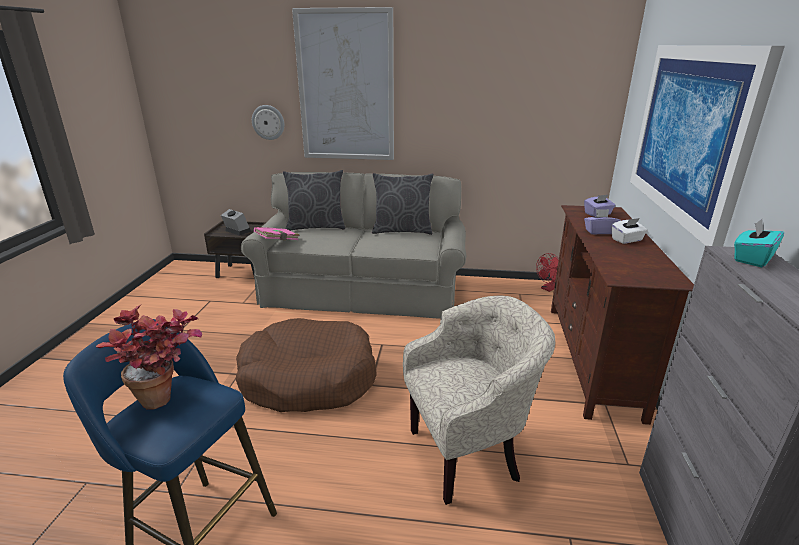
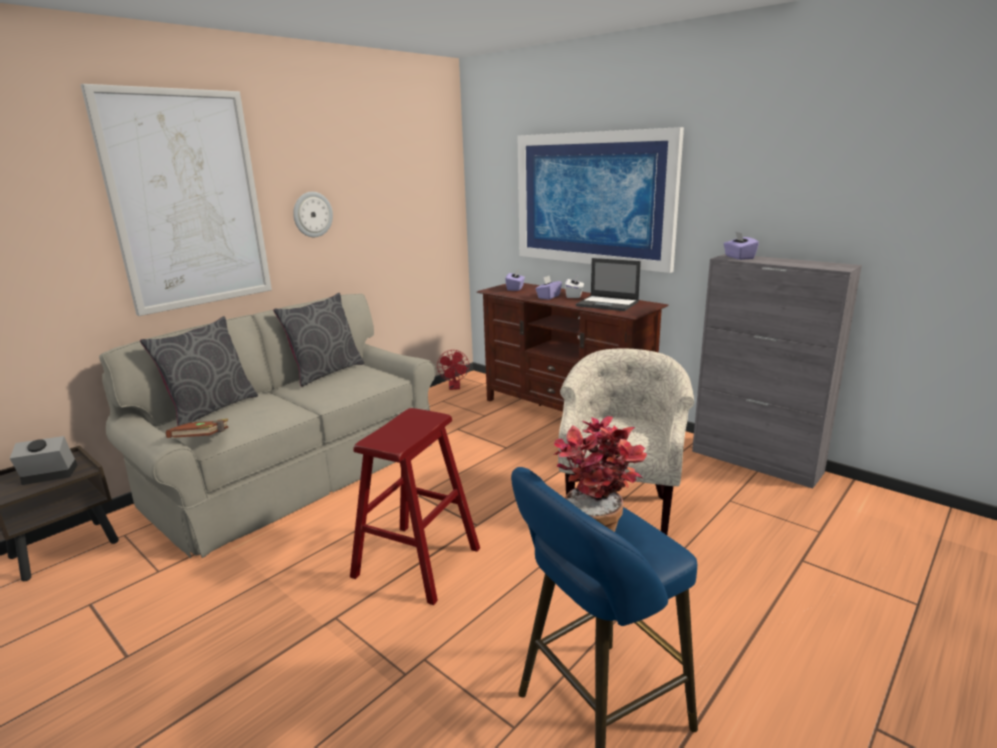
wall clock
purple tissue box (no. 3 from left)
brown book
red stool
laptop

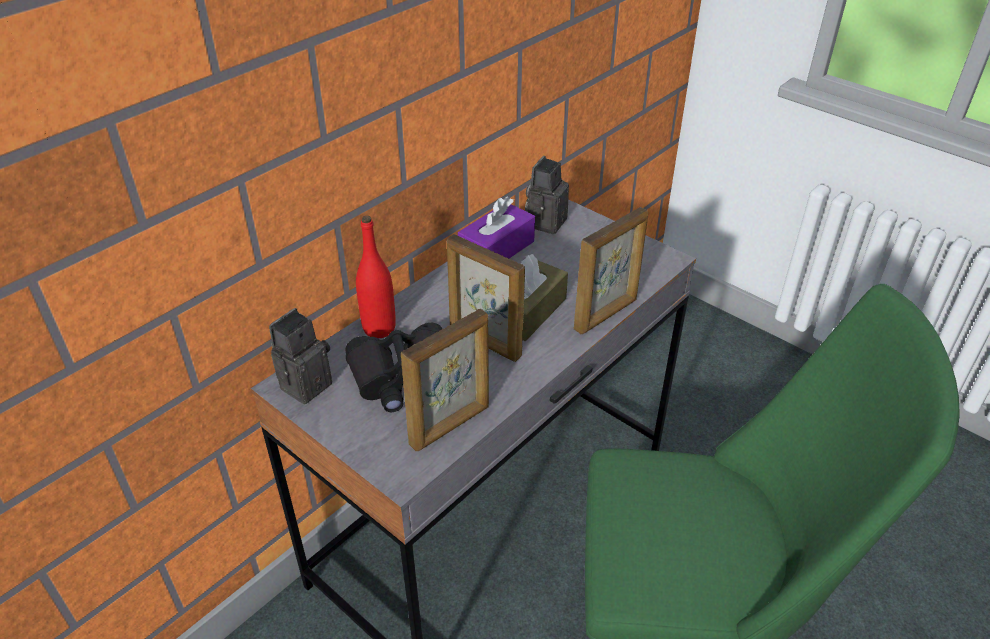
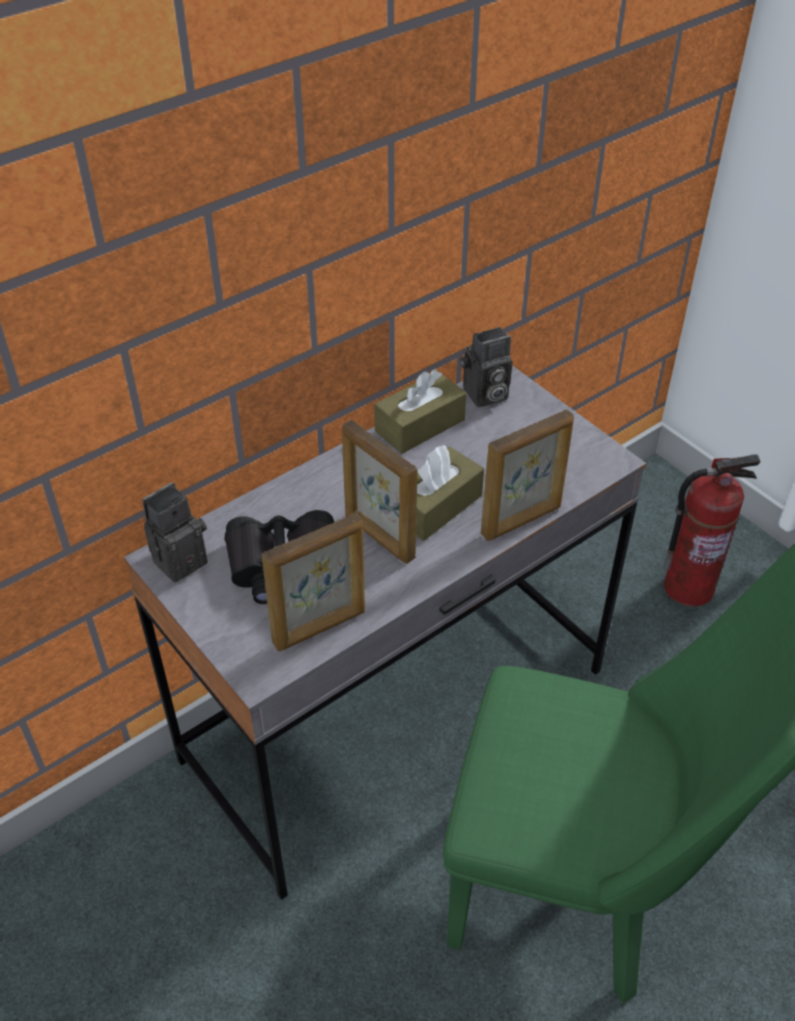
photo camera (no. 2 from left)
brown tissue box (no. 1 from left)
red bottle
fire extinguisher

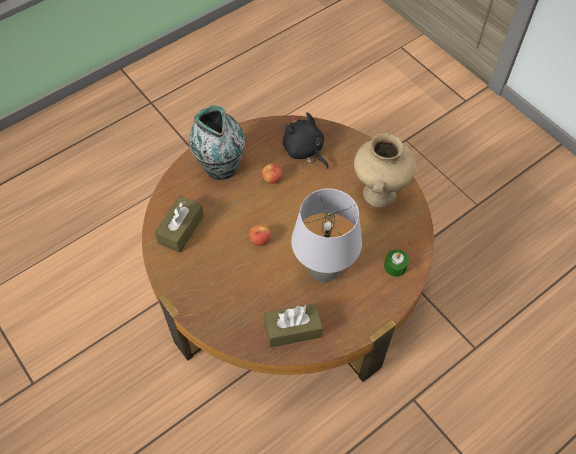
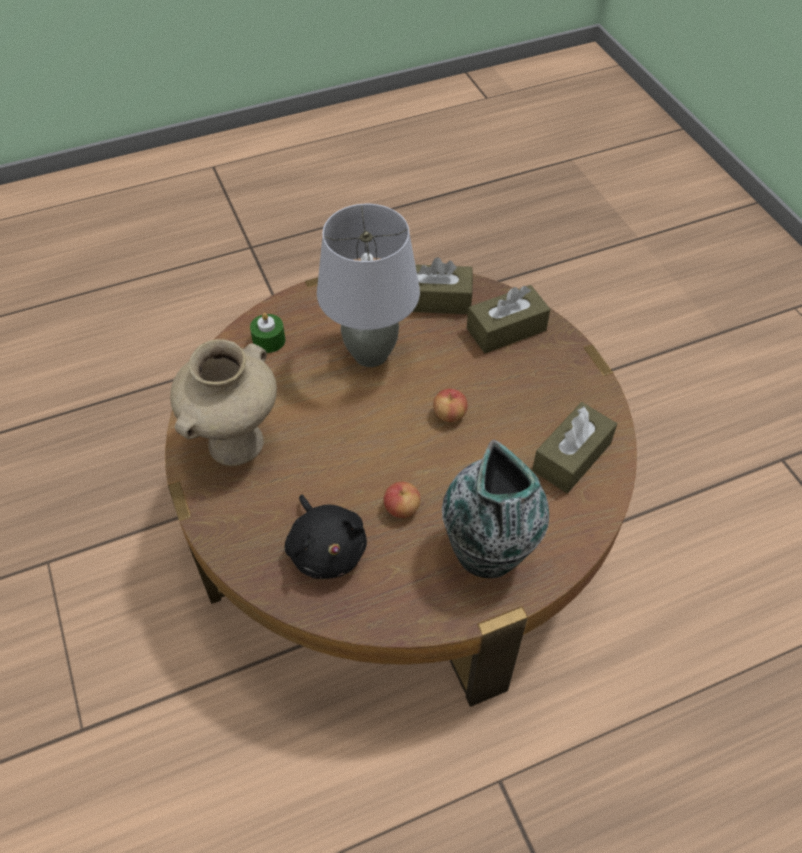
brown tissue box (no. 2 from left)

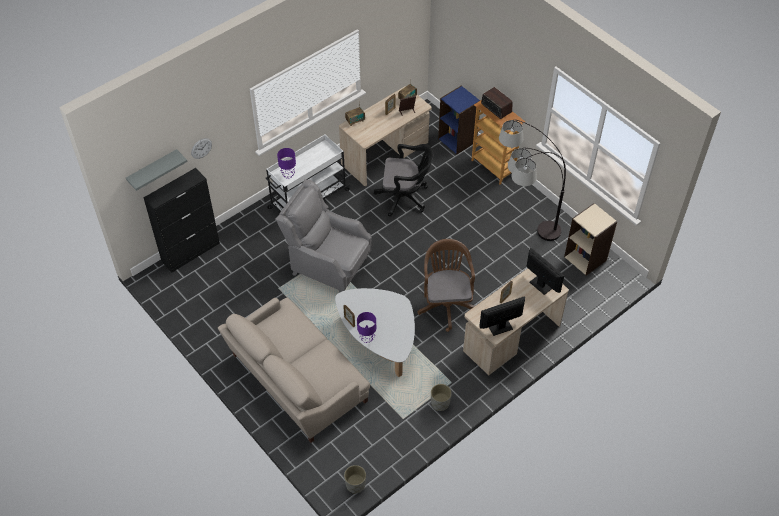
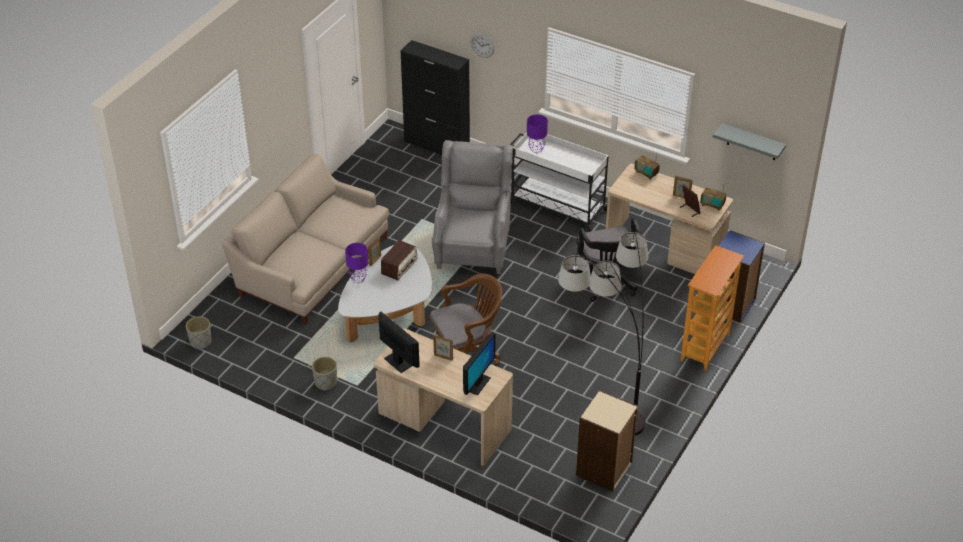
radio (no. 1 from left)
grey shelf

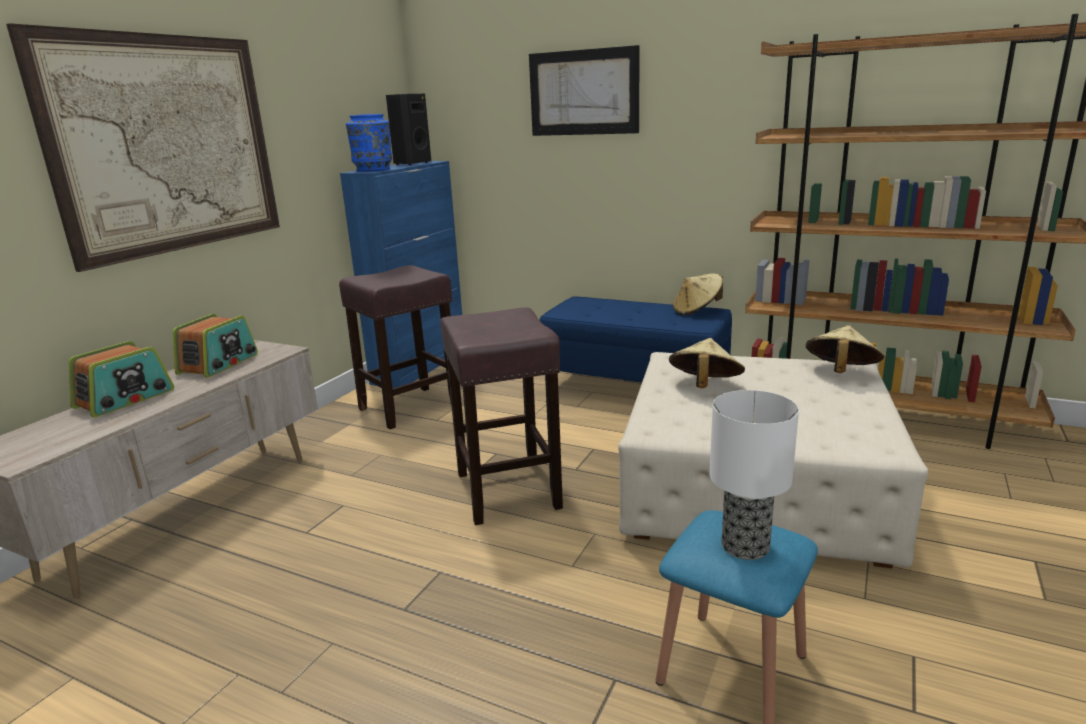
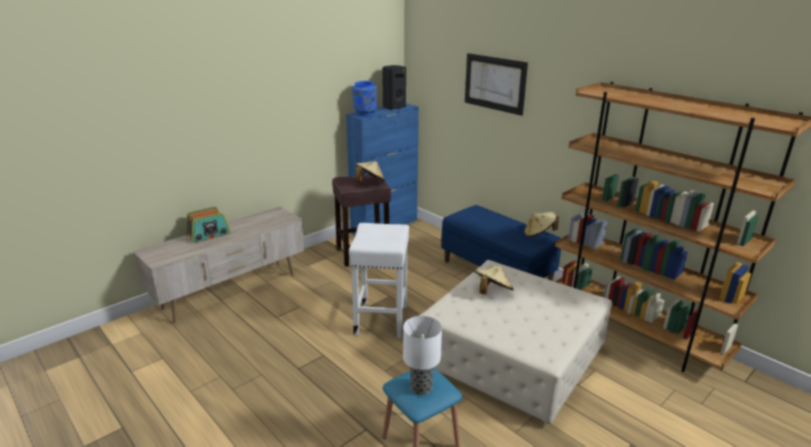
picture (no. 1 from left in the first image)
white stool
radio (no. 2 from left in the first image)
beige hat (no. 1 from left)

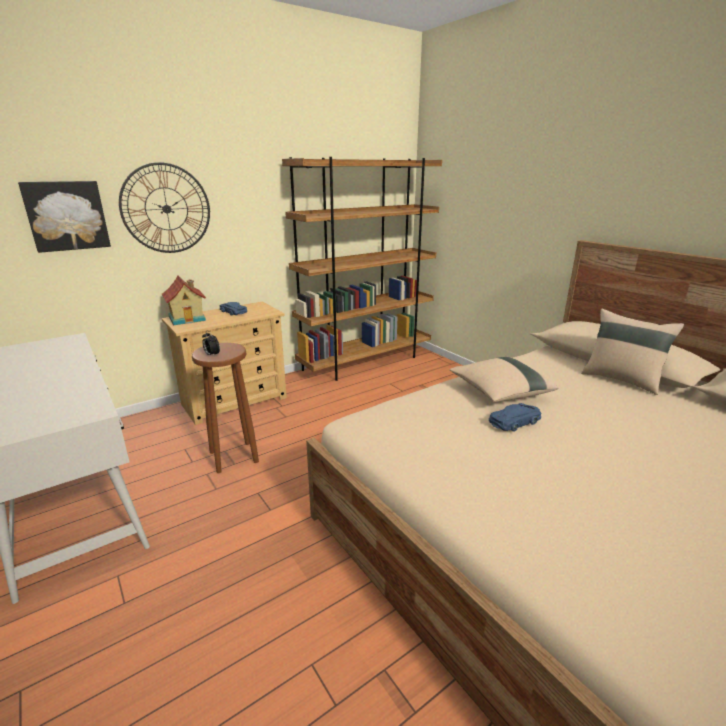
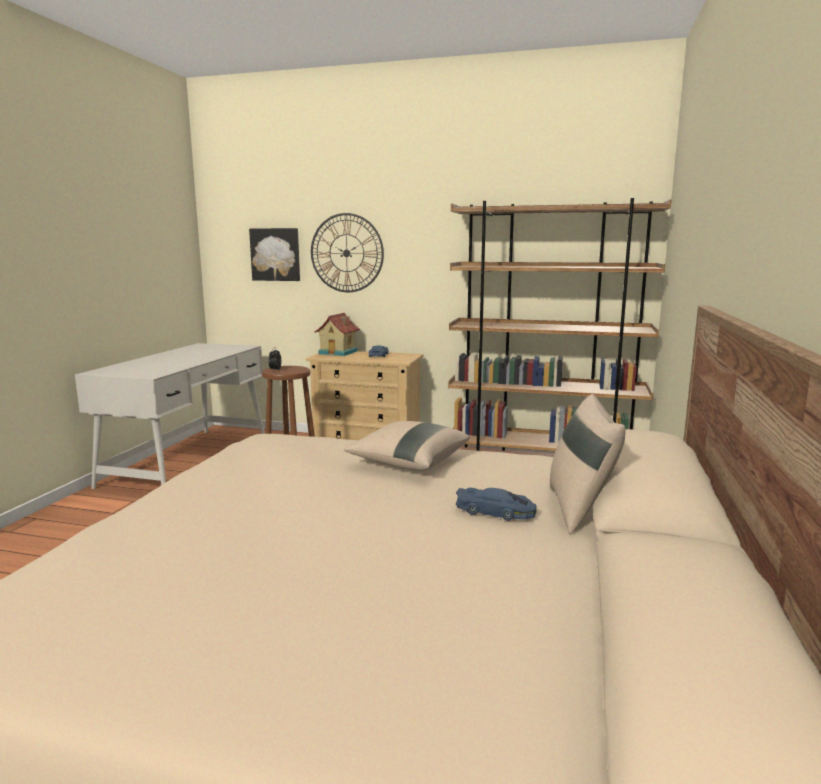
blue toy car (no. 2 from left)

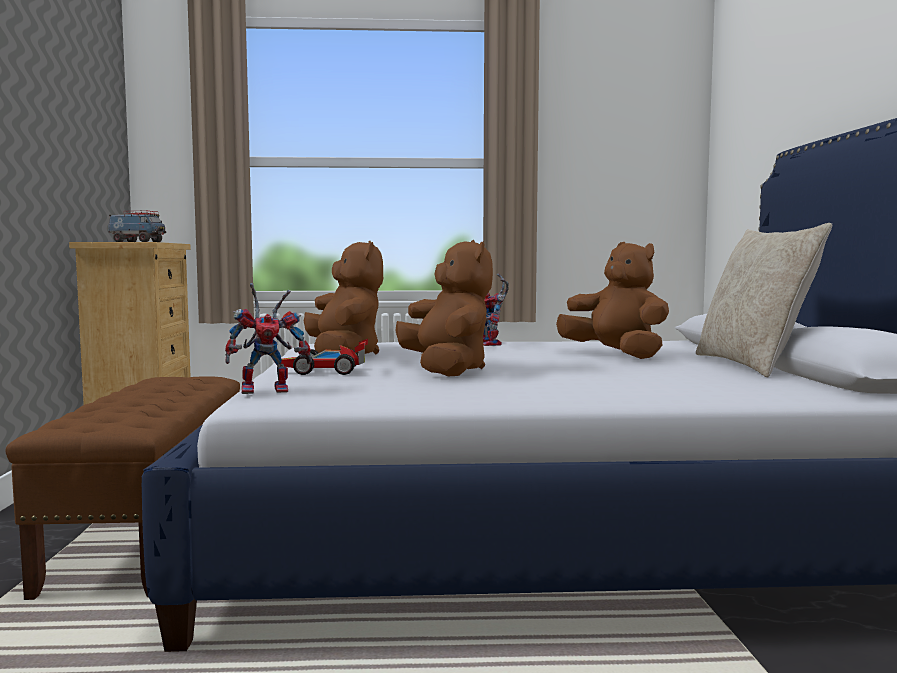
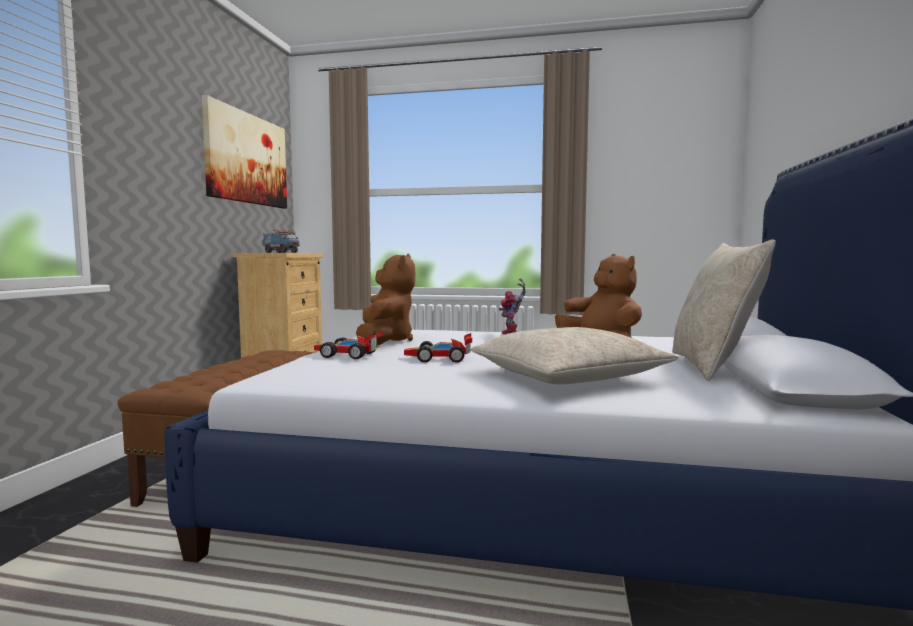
toy car (no. 2 from left)
toy robot (no. 1 from left in the first image)
picture
beige pillow (no. 1 from left)

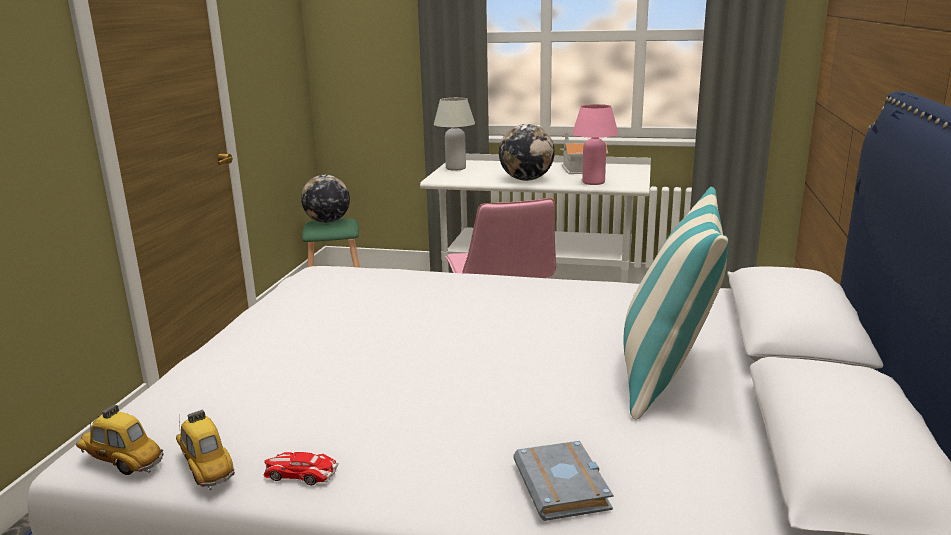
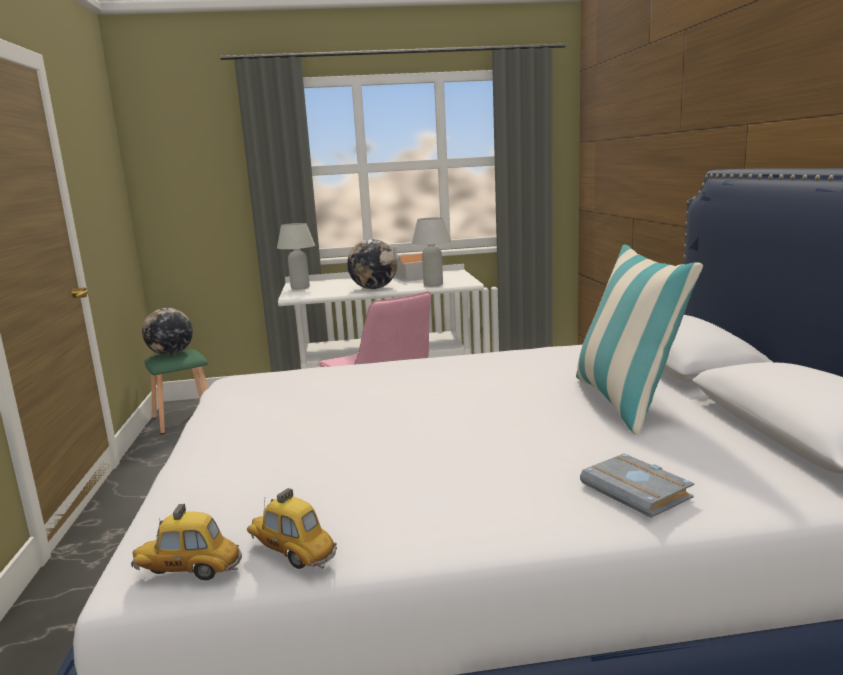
white table lamp (no. 2 from left)
toy car (no. 3 from left in the first image)

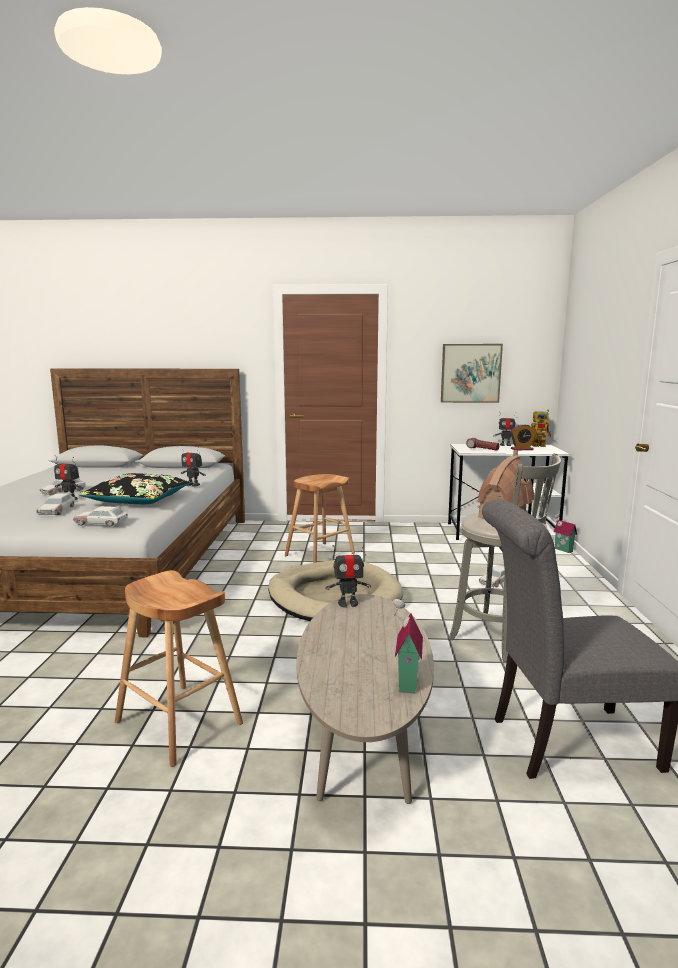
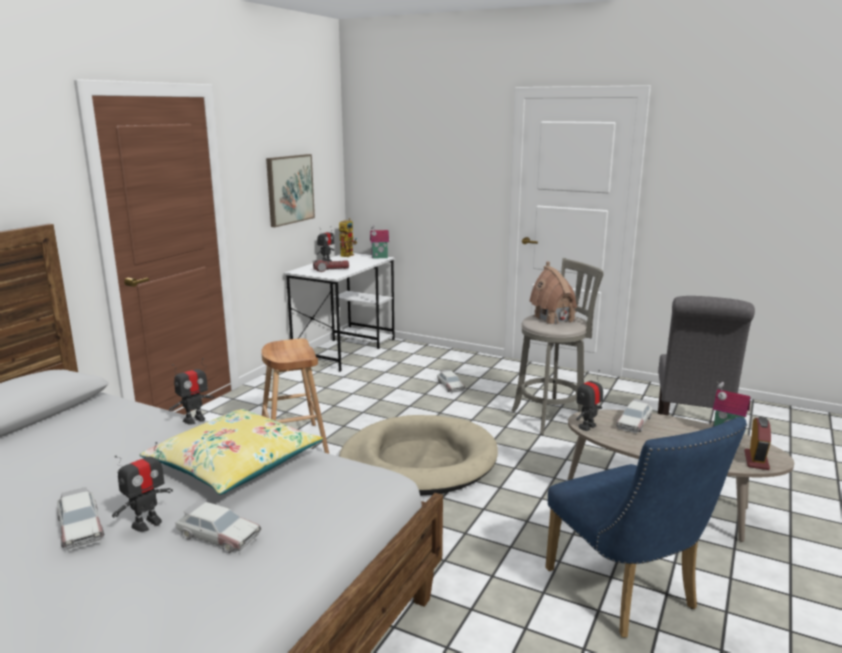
alarm clock
yellow pillow
toy car (no. 4 from left)
toy house (no. 1 from left)
toy robot (no. 5 from left)
blue chair

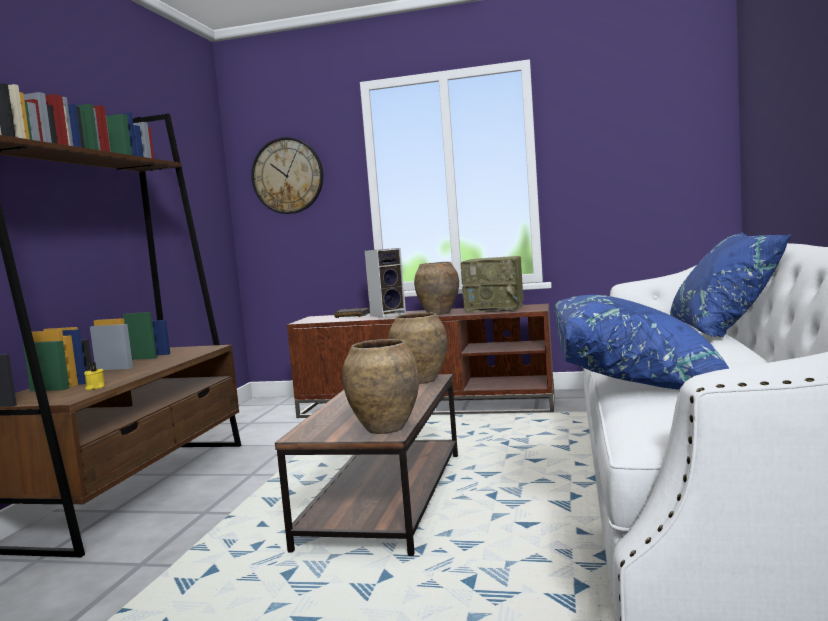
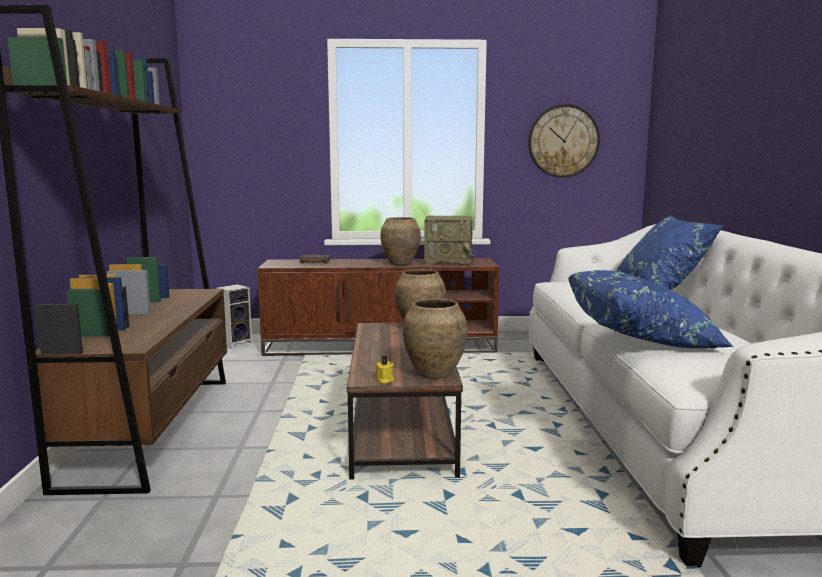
wall clock
speaker
yellow candle

